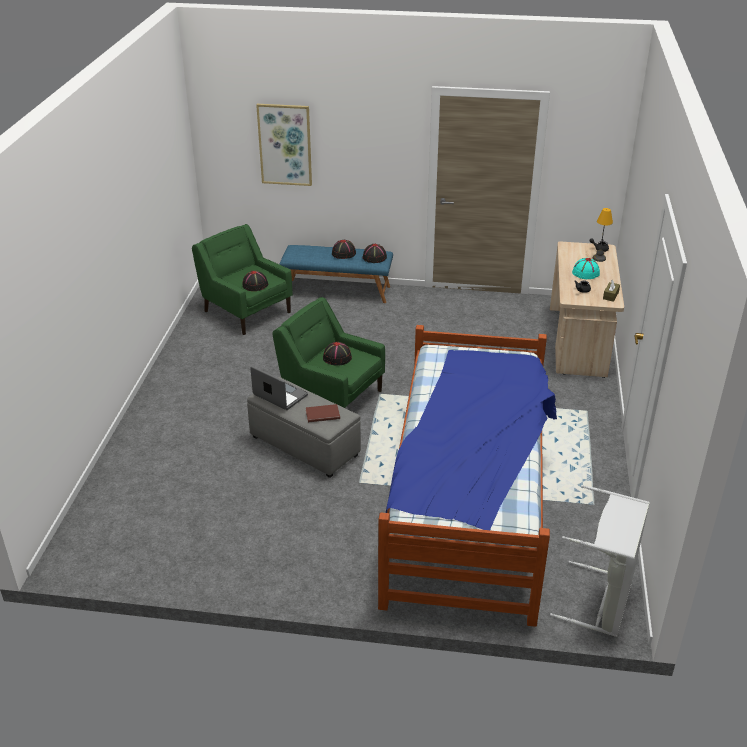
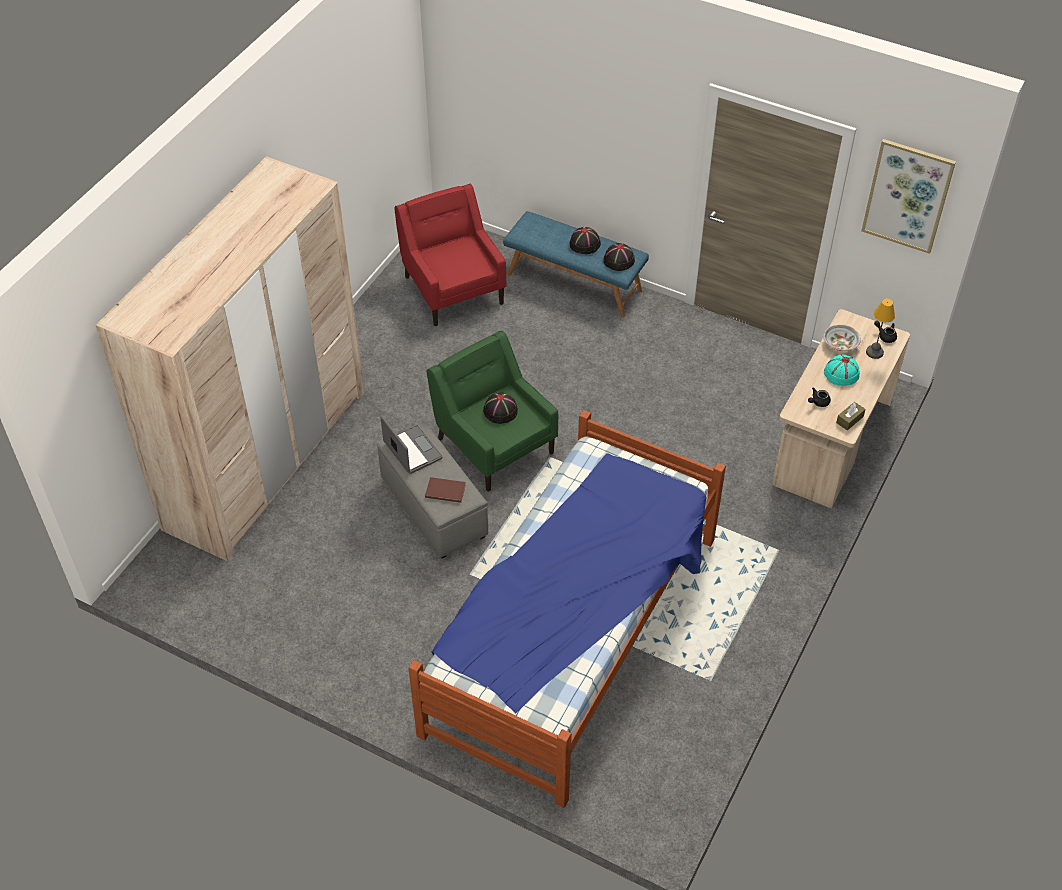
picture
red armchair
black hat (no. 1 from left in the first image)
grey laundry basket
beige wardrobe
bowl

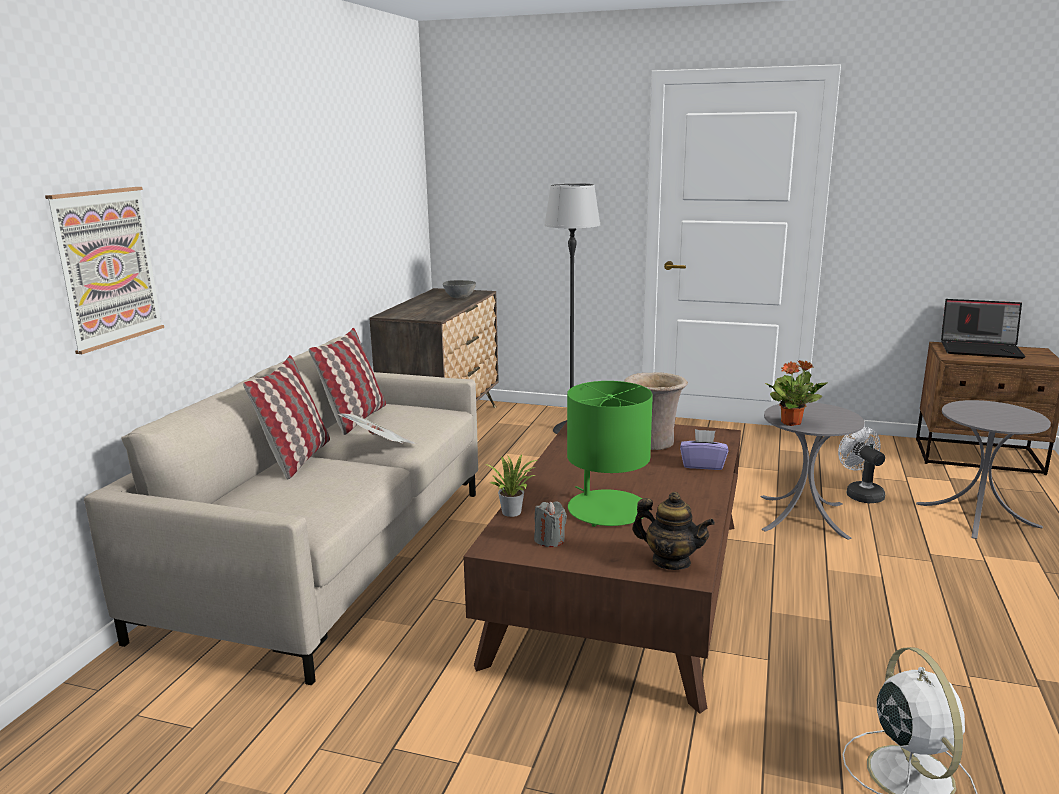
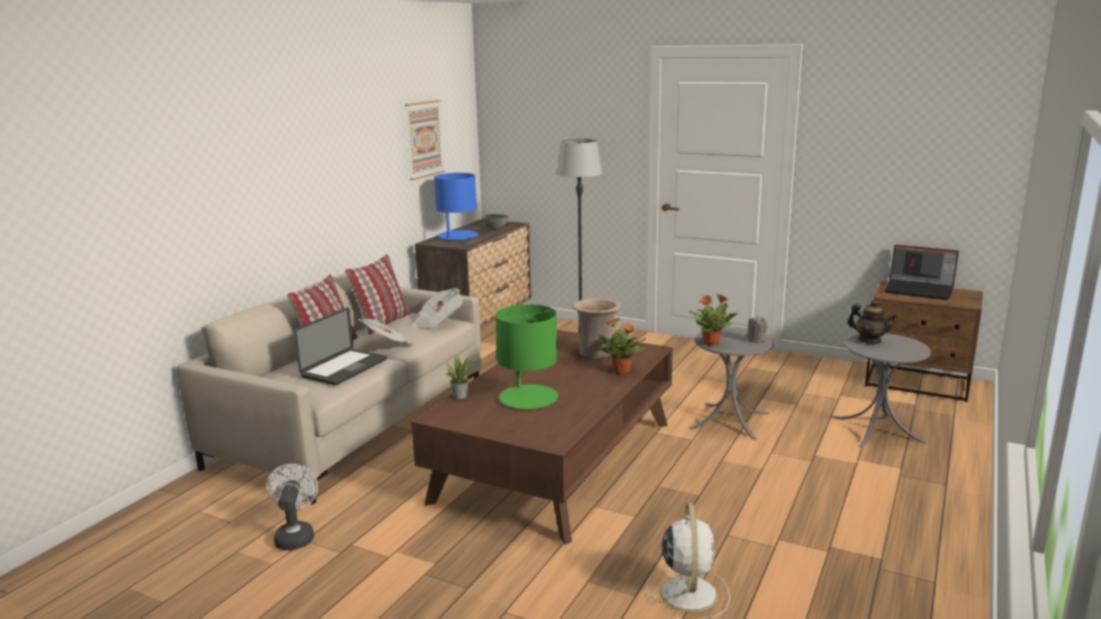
picture
white fan (no. 1 from left)
potted plant (no. 2 from left)
teapot
grey candle
blue table lamp
newspaper (no. 2 from left)
laptop (no. 1 from left)

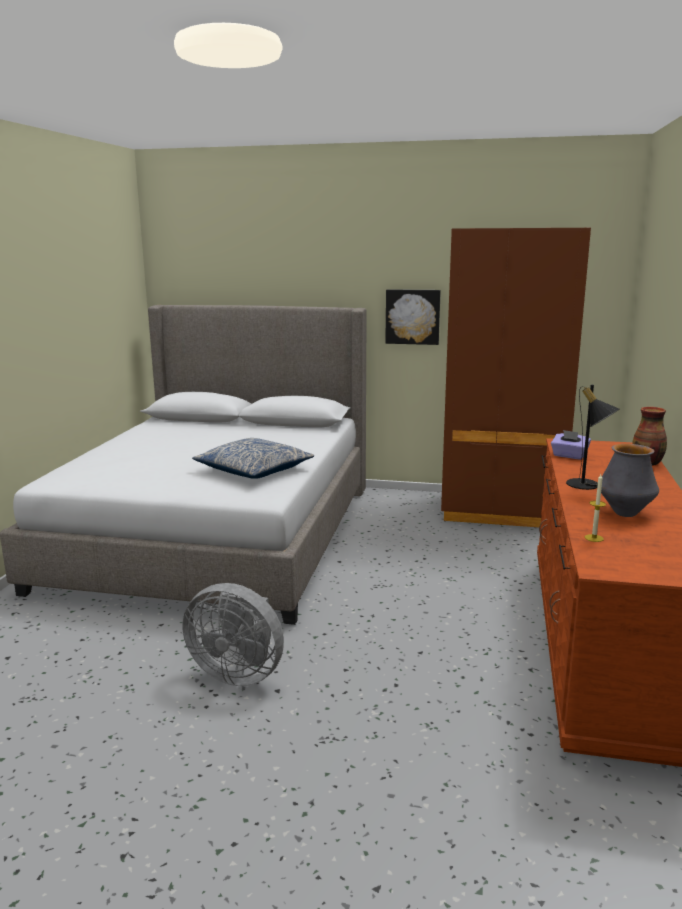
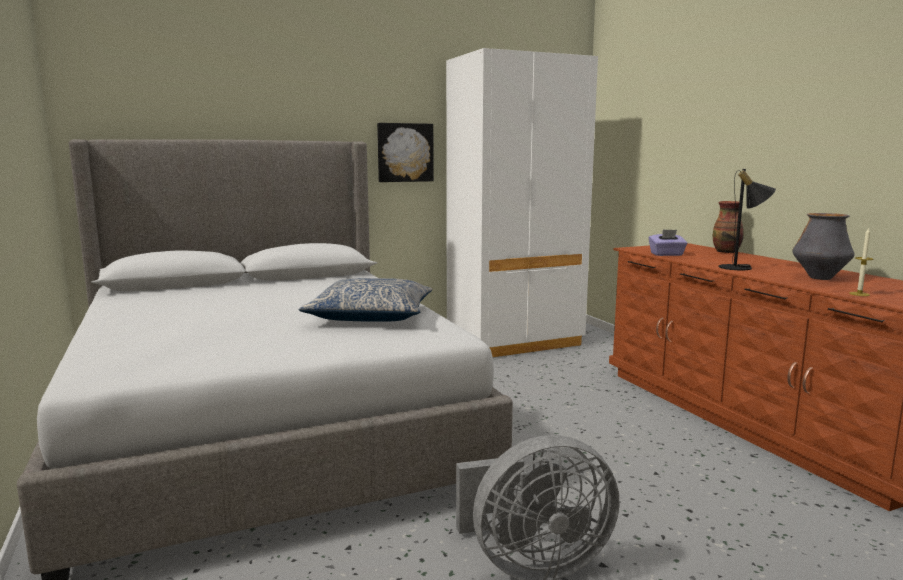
white wardrobe

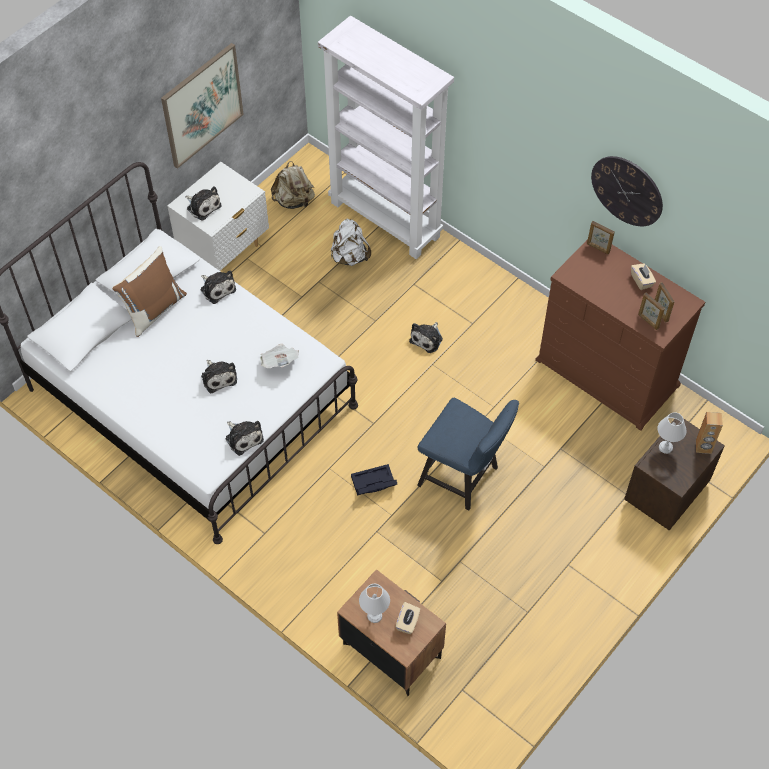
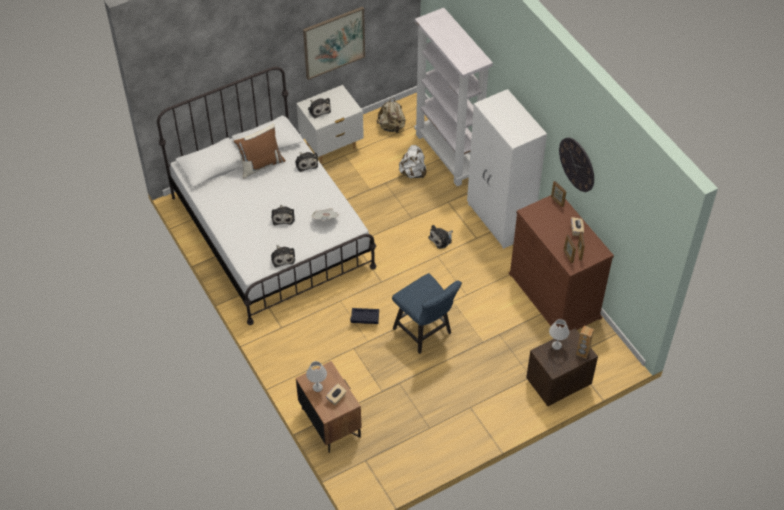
white wardrobe

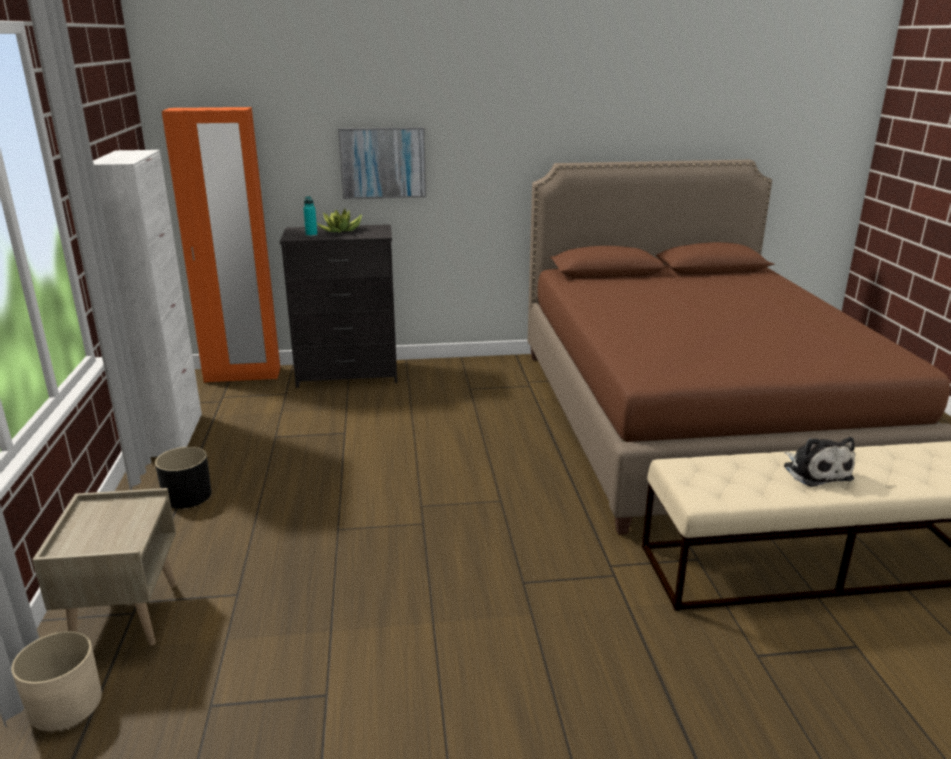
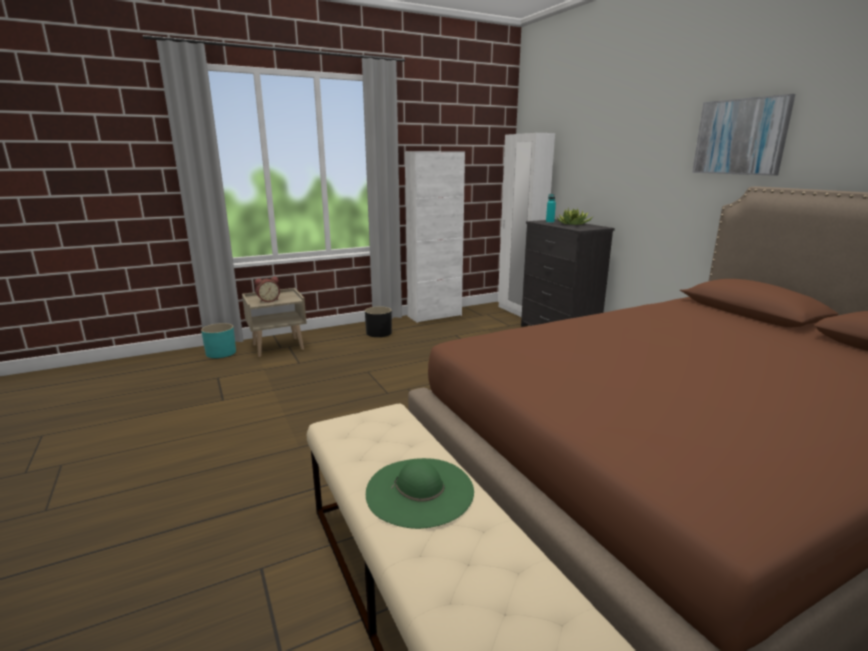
white wardrobe
picture
green hat
turquoise planter
alarm clock

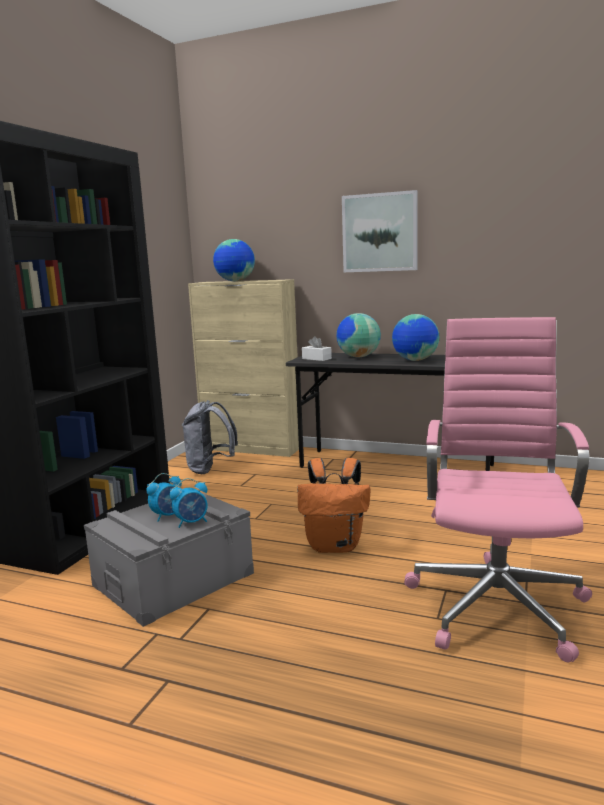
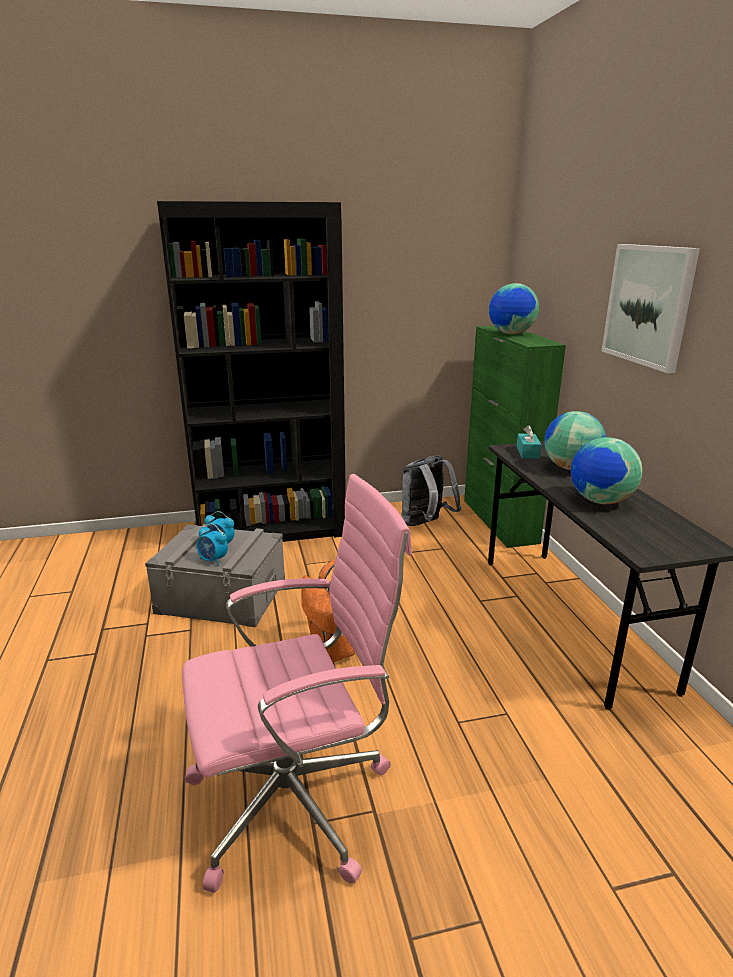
green cabinet
turquoise tissue box

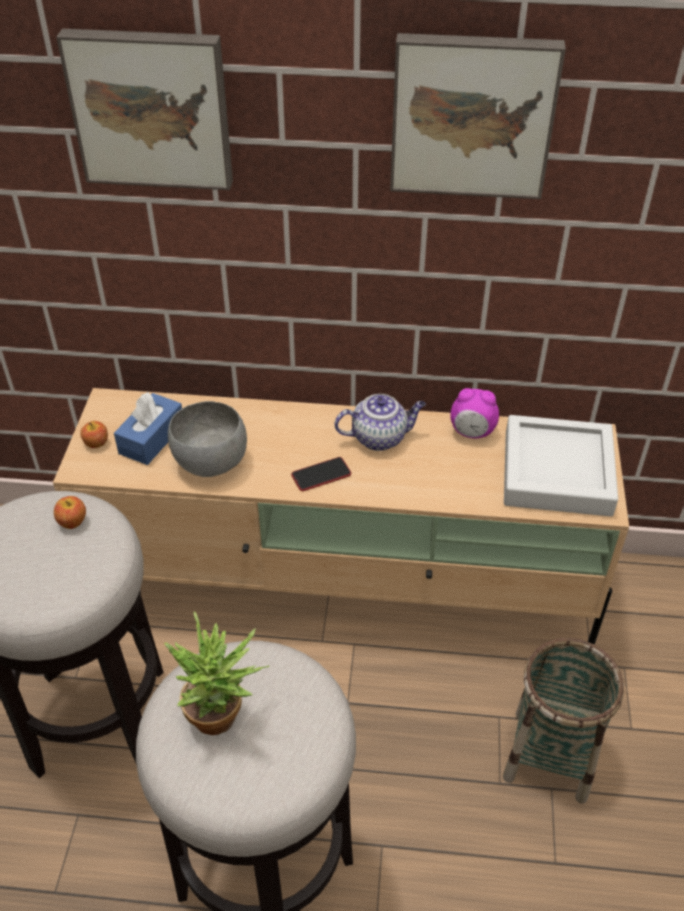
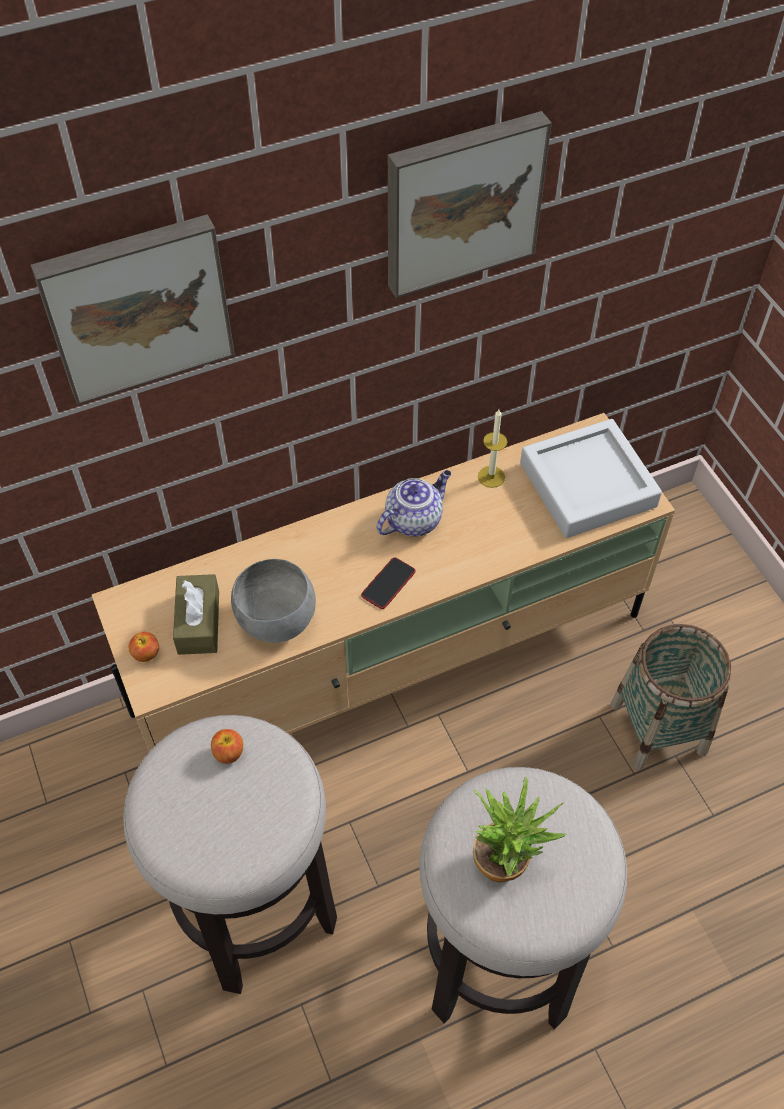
candle
brown tissue box

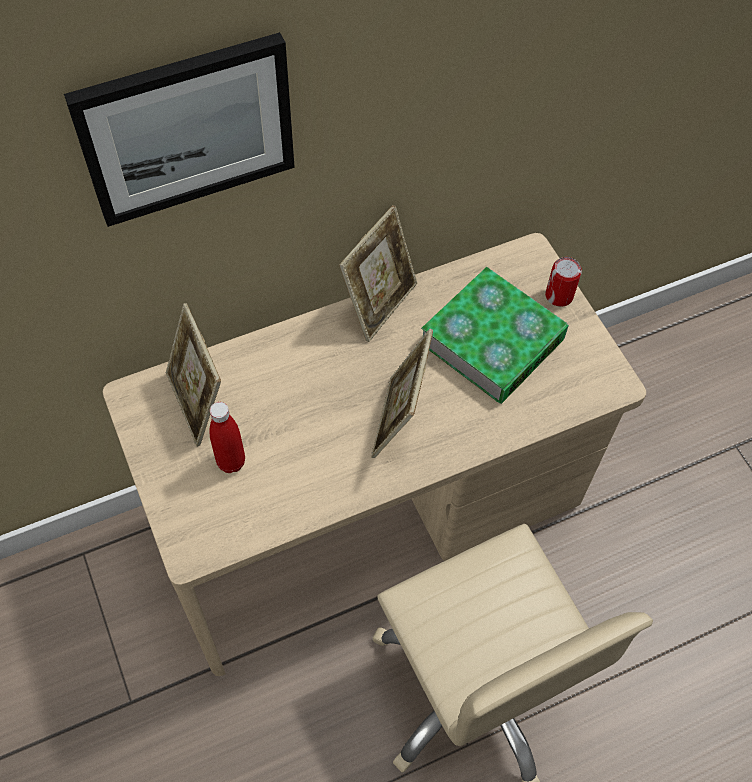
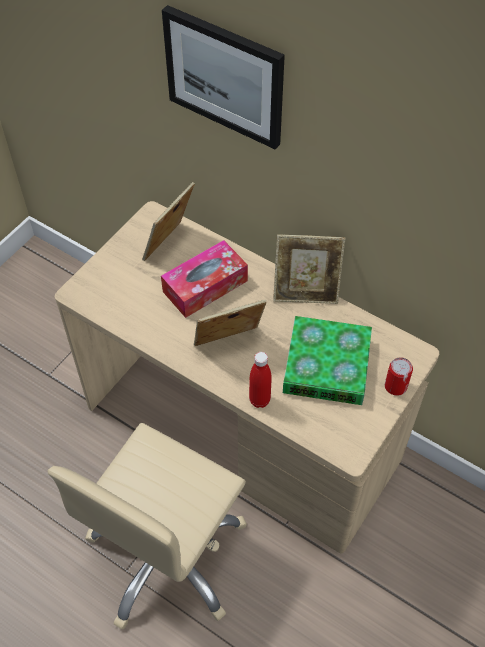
red bottle
tissue box

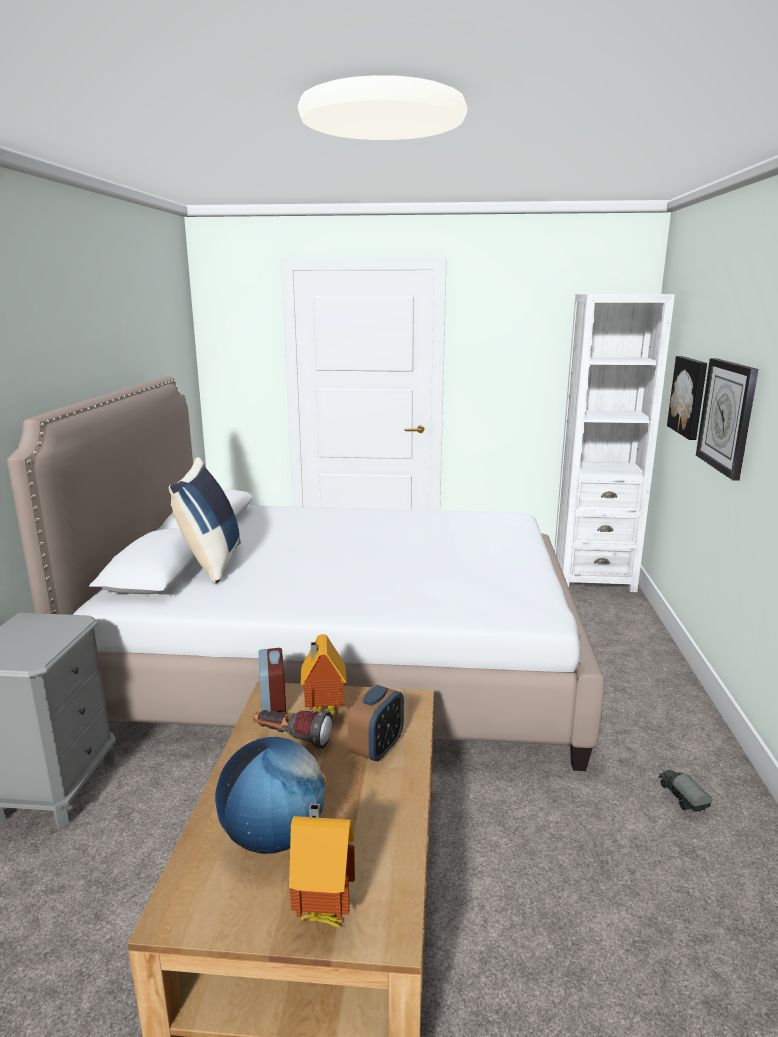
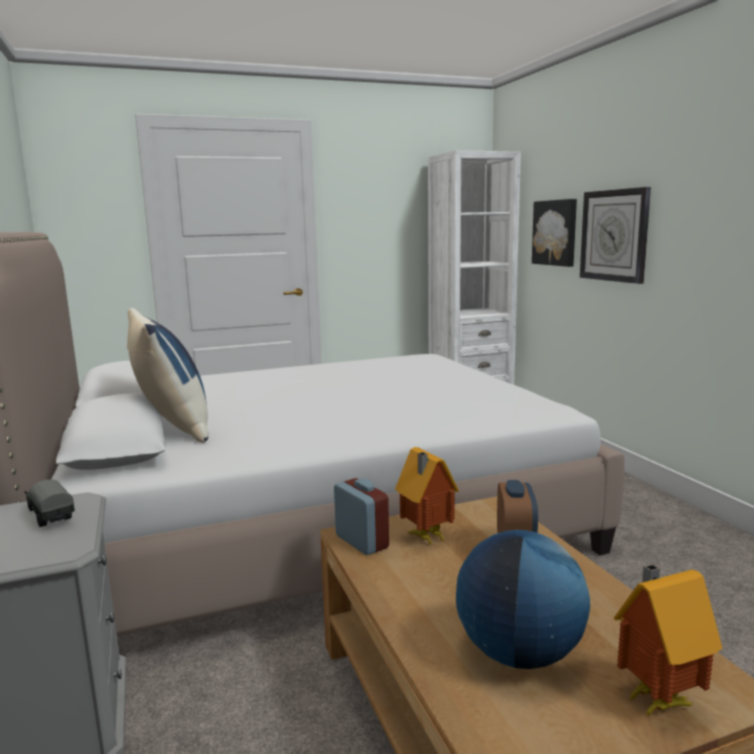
flashlight
toy truck

